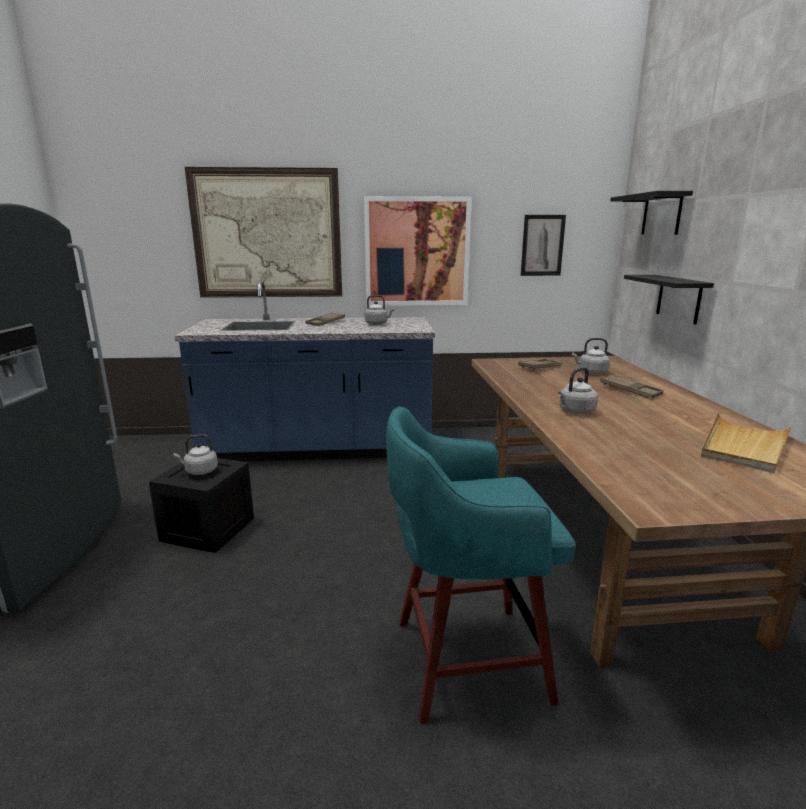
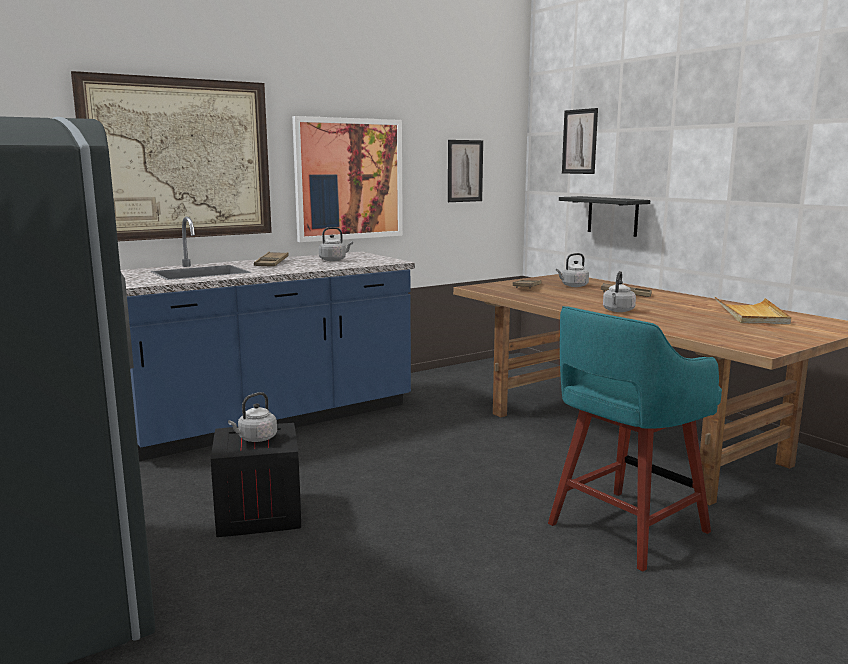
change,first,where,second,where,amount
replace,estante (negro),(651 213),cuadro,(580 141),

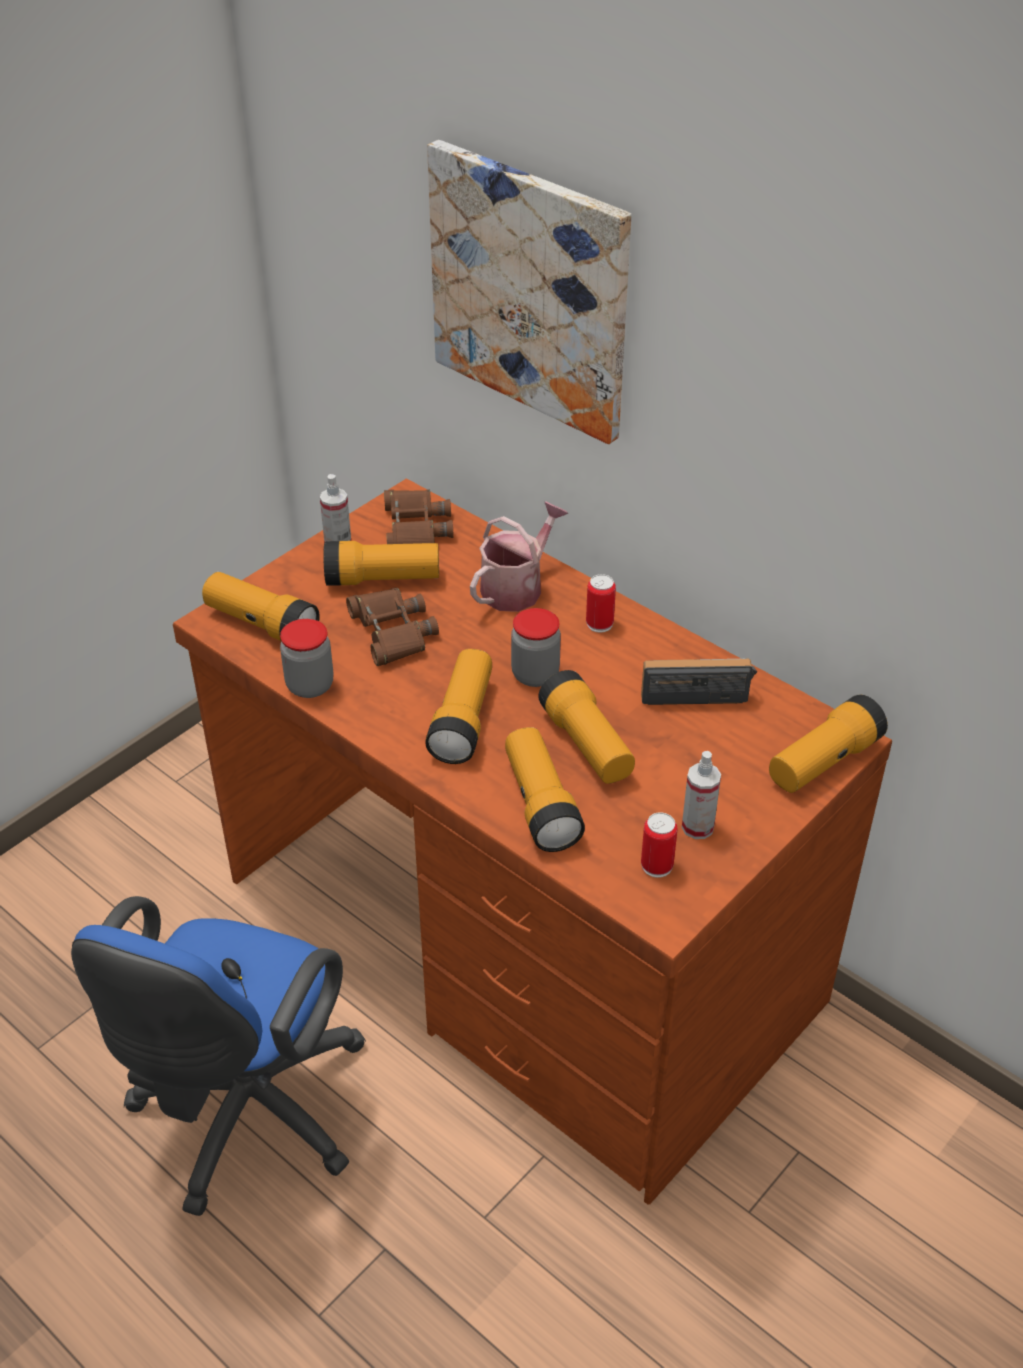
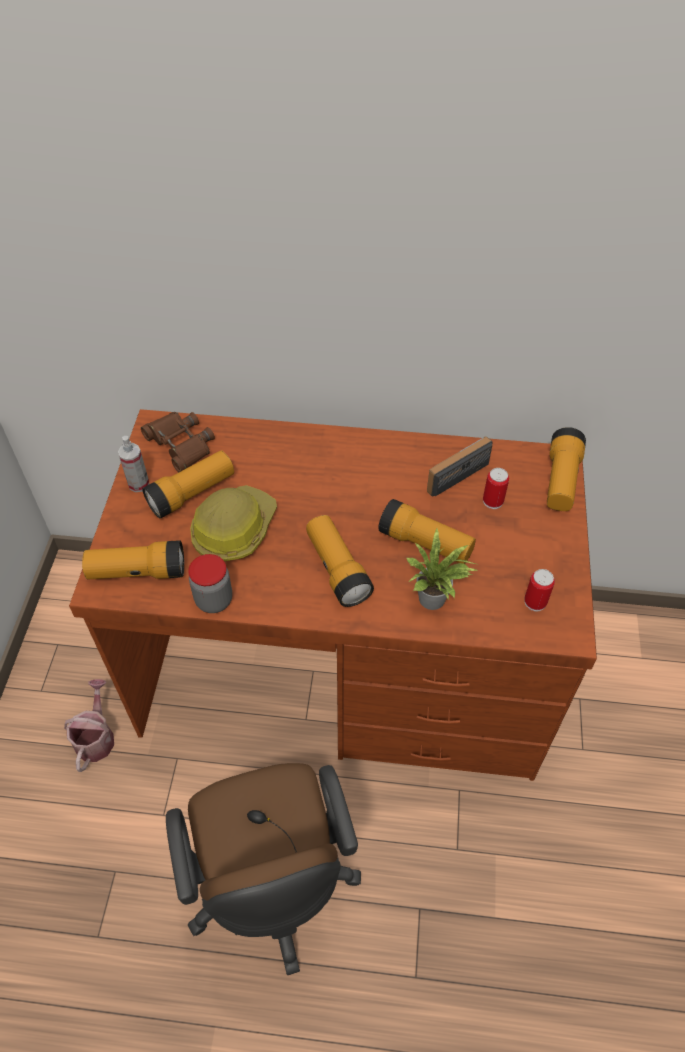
change,first,where,second,where,amount
delete,cuadro,(529 292),,,
delete,tarro,(536 647),,,
delete,pulverizador,(701 795),,,
move,regadera,(519 557),,(89 725),
move,lata,(601 603),,(496 488),
replace,prismáticos (marrón),(392 627),casco,(233 523),
replace,linterna,(545 789),planta en maceta,(443 569),
recolor,silla de oficina (azul),(218 1056),silla de oficina (marrón),(263 869),

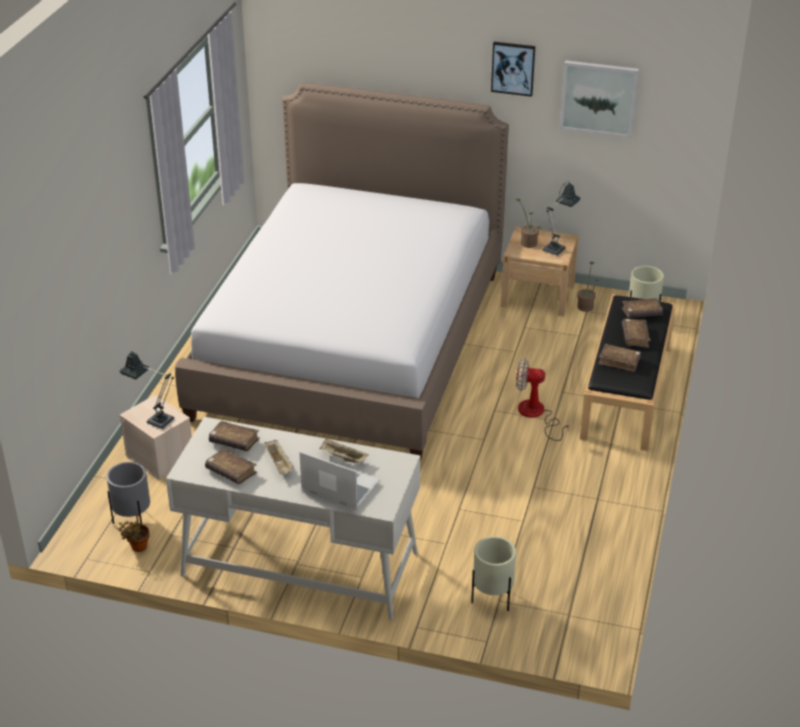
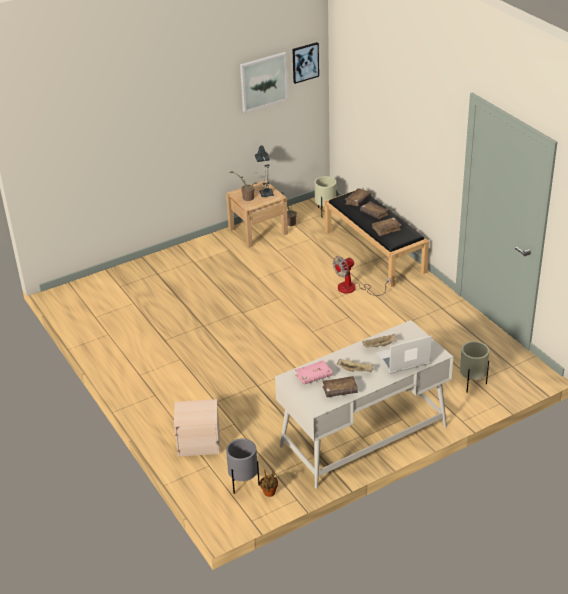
change,first,where,second,where,amount
delete,lámpara de mesa,(147 390),,,
delete,cama,(342 271),,,
move,cuadro,(513 69),,(305 63),
recolor,libro (marrón),(234 436),libro (rosa),(313 372),

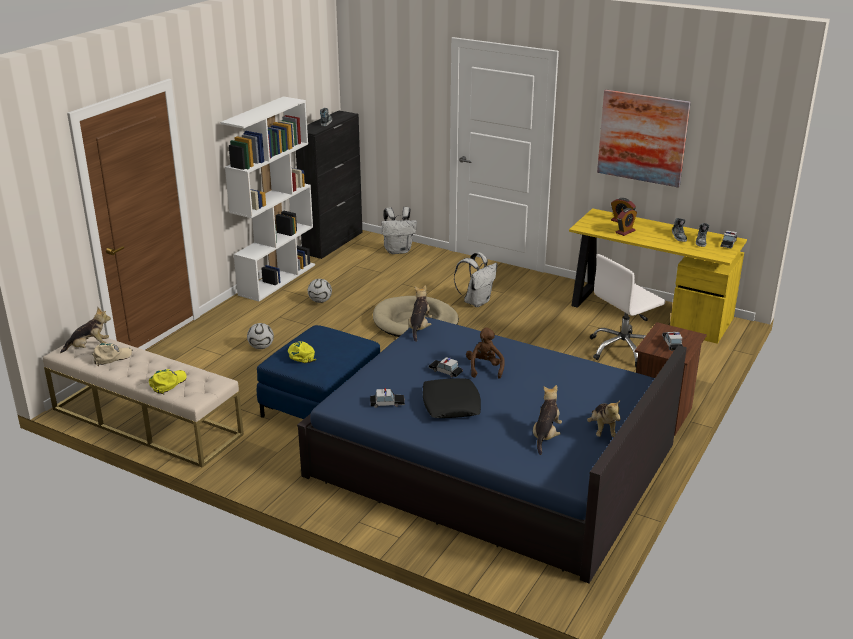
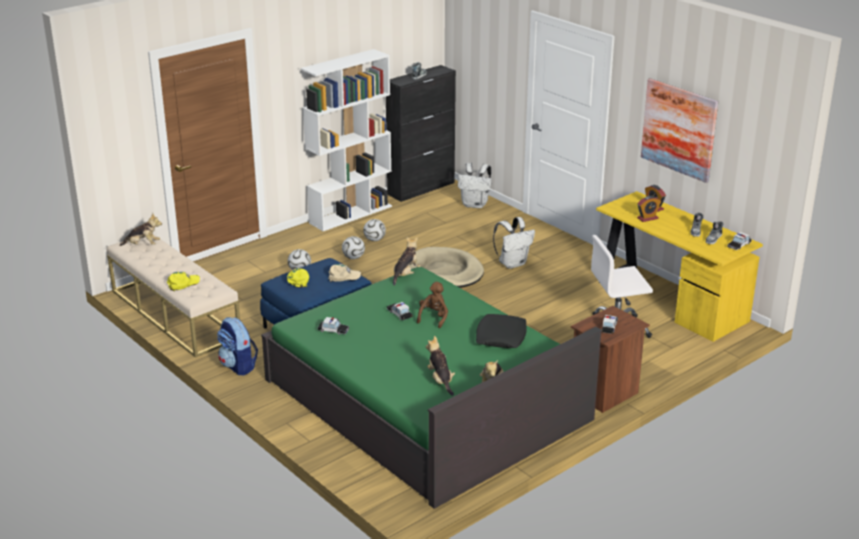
change,first,where,second,where,amount
insert,,,mochila,(237 346),
insert,,,balón de fútbol,(353 247),
move,gorra (beis),(112 354),,(344 273),
move,cojín (negro),(452 398),,(501 331),
recolor,cama (azul),(492 450),cama (verde),(431 388),
rotate,peluche,(547 420),,(440 366),60 degrees counterclockwise

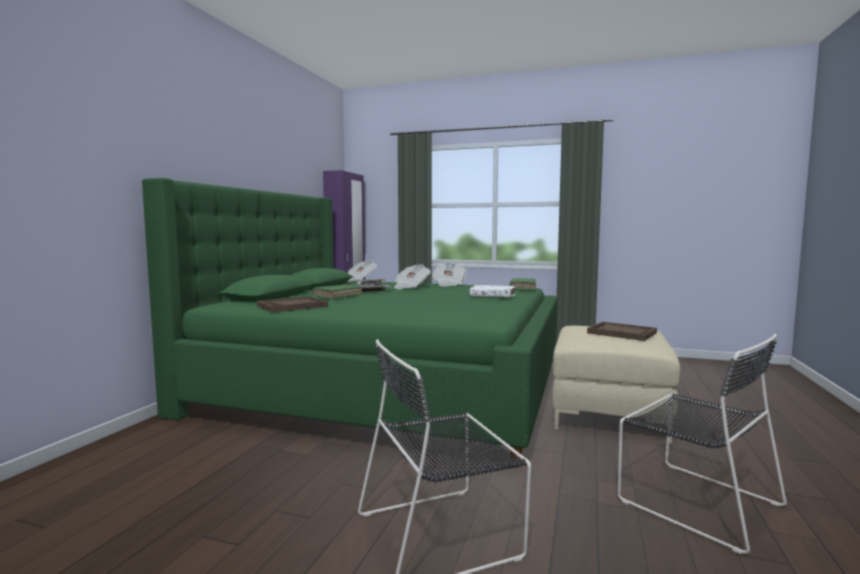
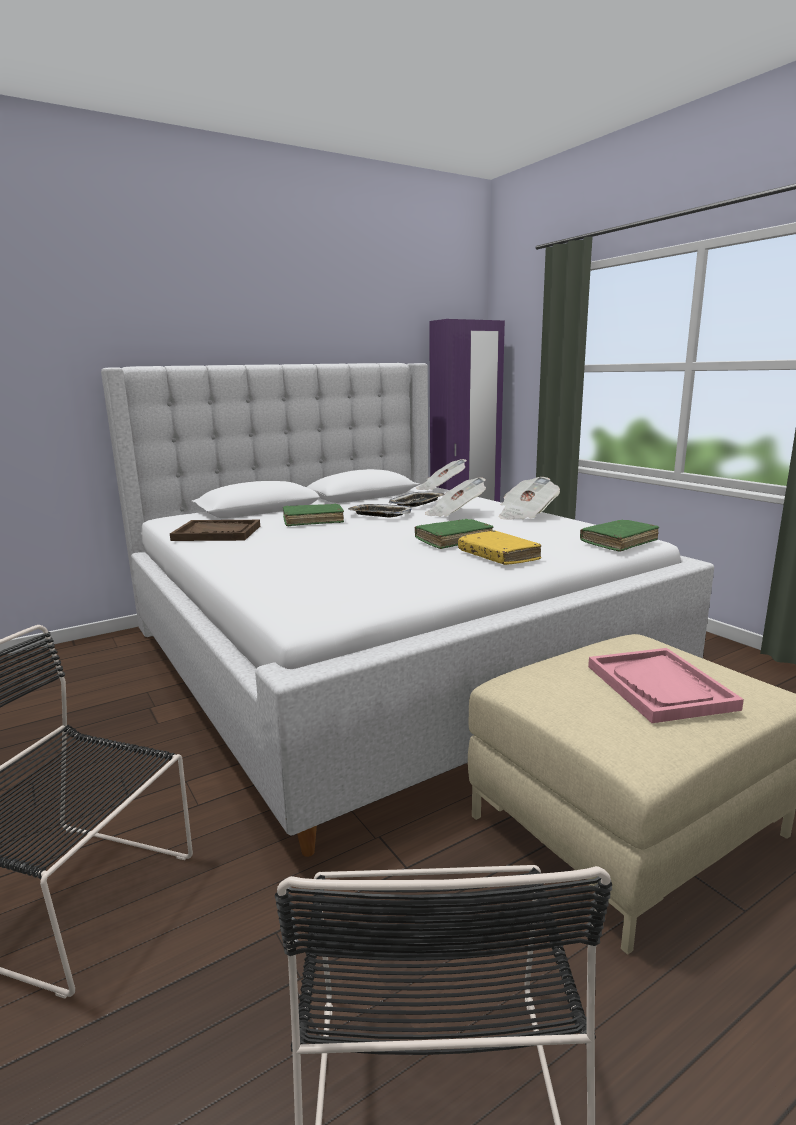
change,first,where,second,where,amount
insert,,,libro (verde),(454 534),
recolor,cama (verde),(350 323),cama (blanco),(407 610),
recolor,libro (blanco),(492 291),libro (amarillo),(499 547),
recolor,bandeja (marrón),(622 331),bandeja (rosa),(666 685),

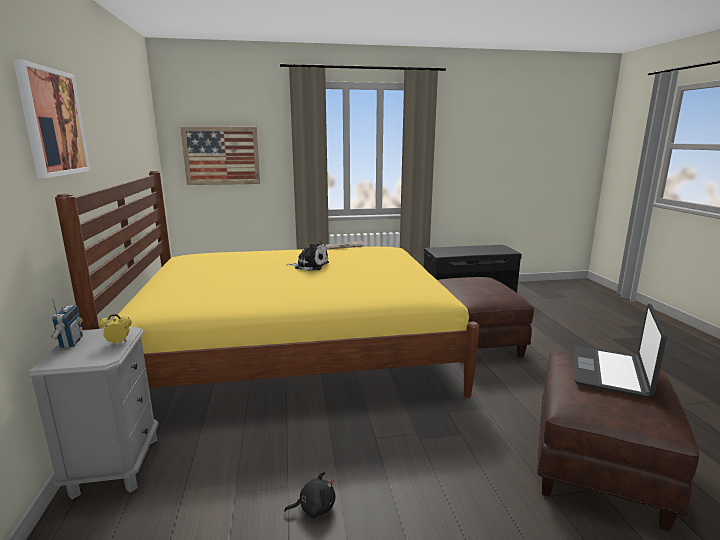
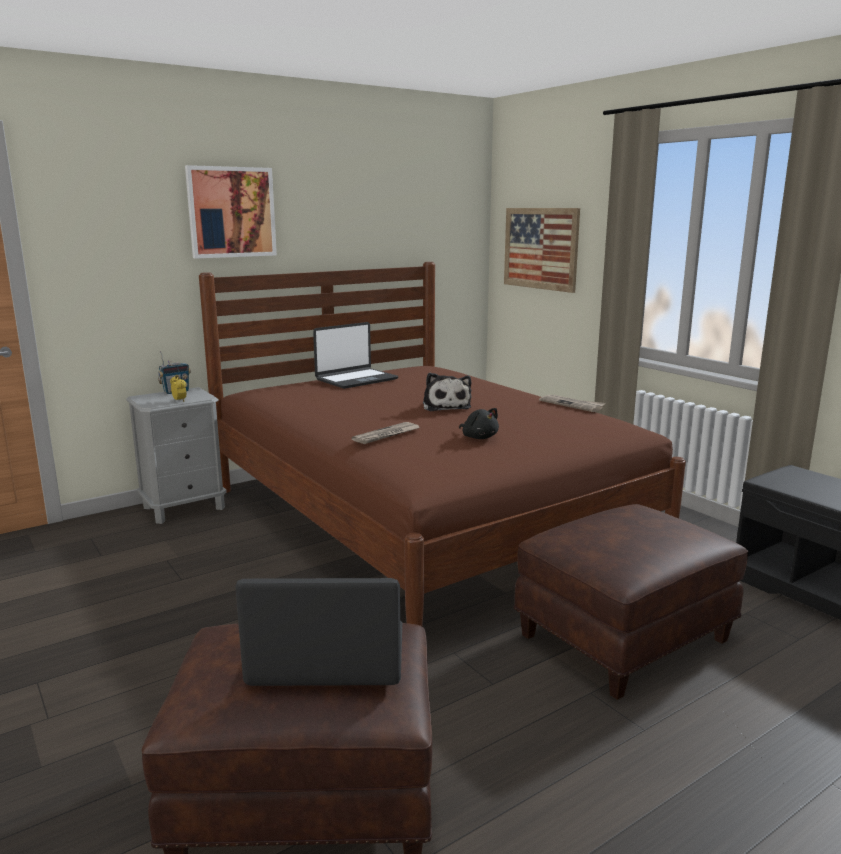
change,first,where,second,where,amount
insert,,,portátil,(355 355),
insert,,,periódico,(386 433),
move,peluche (negro),(309 495),,(479 423),
recolor,cama (amarillo),(267 284),cama (marrón),(442 444),

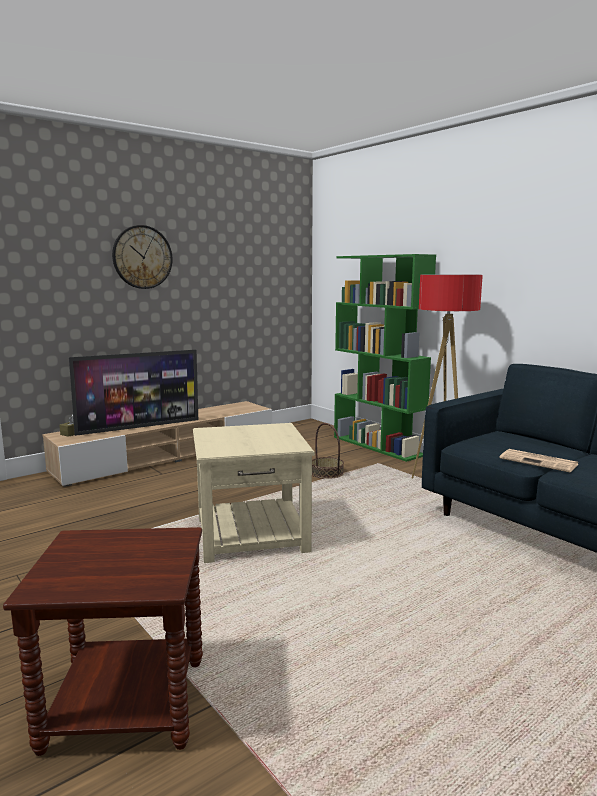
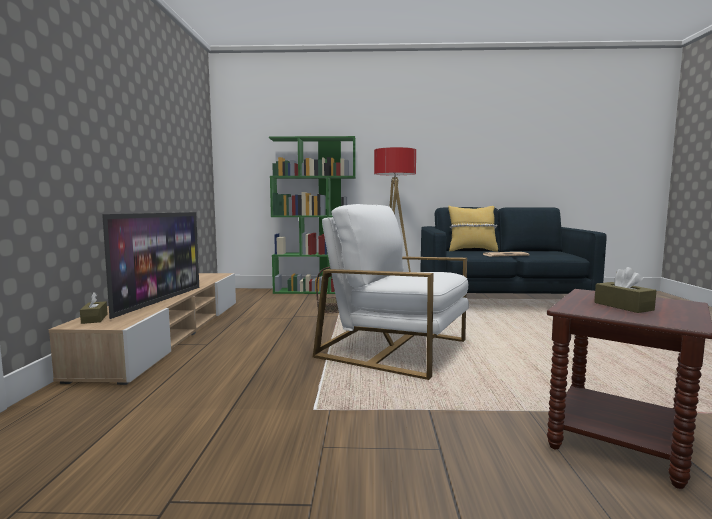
change,first,where,second,where,amount
delete,reloj de pared,(142 257),,,
insert,,,cojín (amarillo),(473 229),
insert,,,caja de pañuelos (marrón),(625 290),
replace,mesa auxiliar (beis),(254 493),sillón (blanco),(391 292),

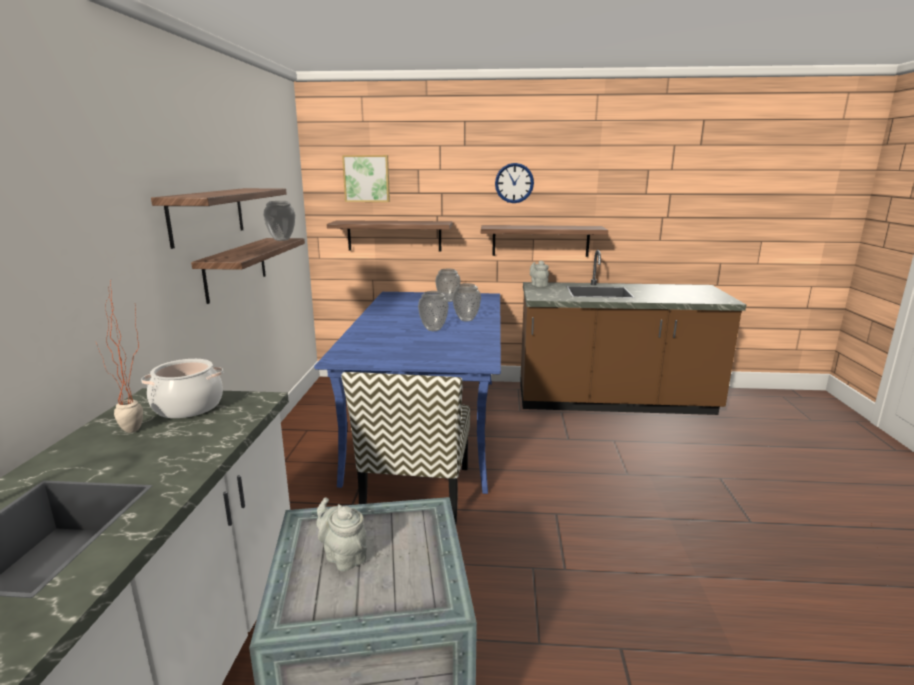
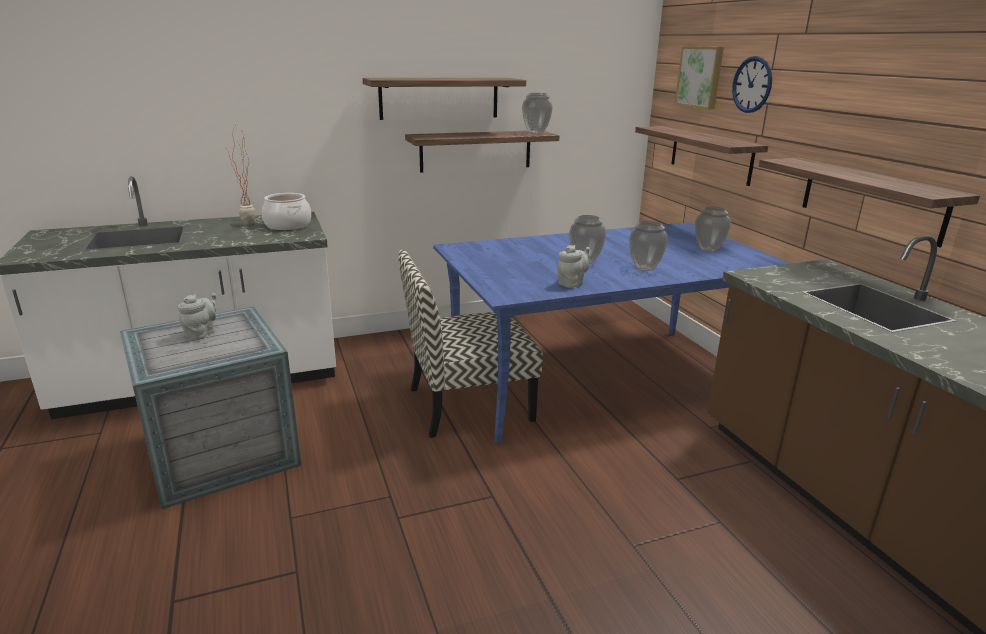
change,first,where,second,where,amount
move,reloj de pared,(514 183),,(752 84),
move,tetera (gris),(539 273),,(573 266),

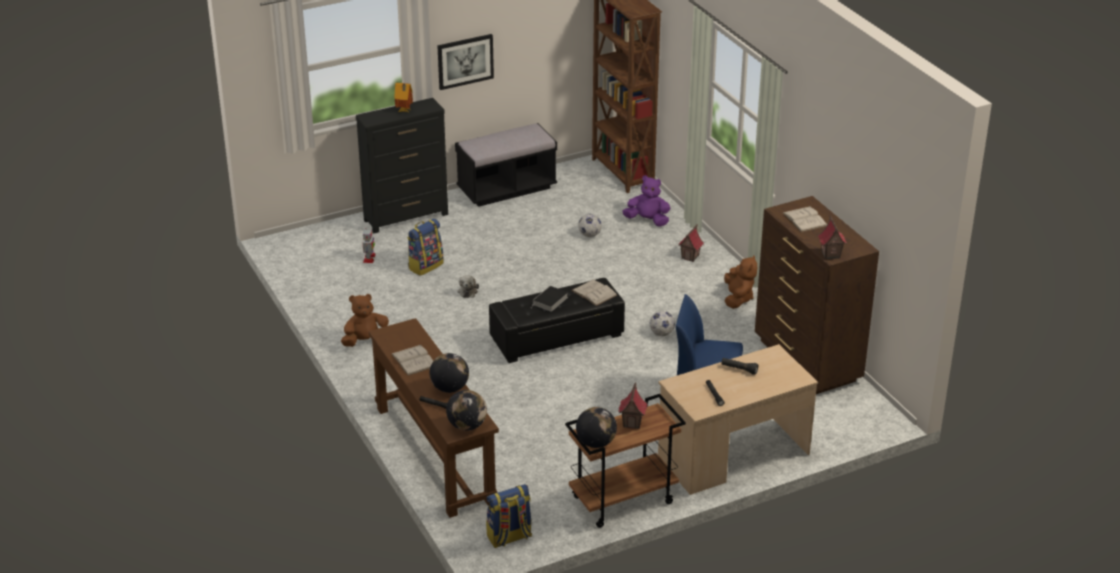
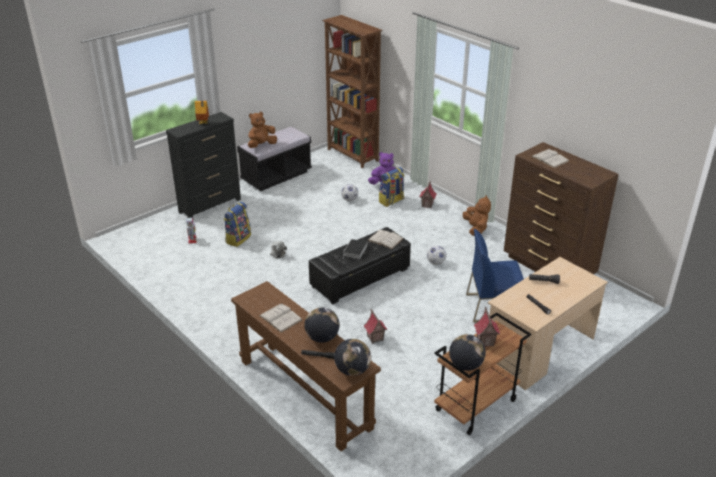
change,first,where,second,where,amount
delete,cuadro,(465 62),,,
move,peluche (marrón),(365 320),,(262 130),
move,mochila,(509 516),,(391 187),
move,casita,(832 237),,(375 326),

